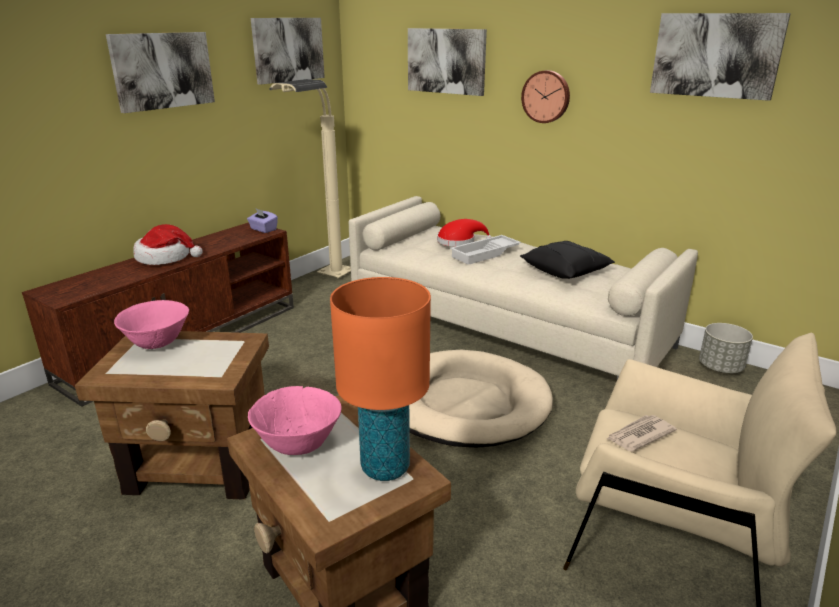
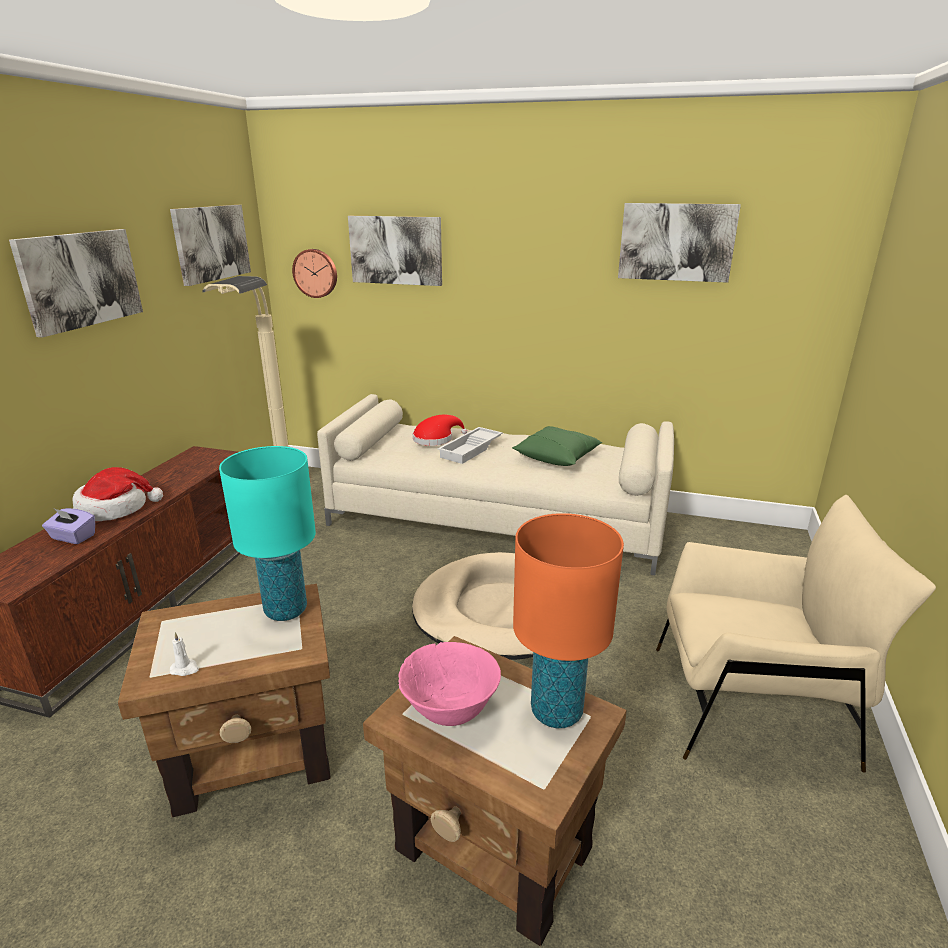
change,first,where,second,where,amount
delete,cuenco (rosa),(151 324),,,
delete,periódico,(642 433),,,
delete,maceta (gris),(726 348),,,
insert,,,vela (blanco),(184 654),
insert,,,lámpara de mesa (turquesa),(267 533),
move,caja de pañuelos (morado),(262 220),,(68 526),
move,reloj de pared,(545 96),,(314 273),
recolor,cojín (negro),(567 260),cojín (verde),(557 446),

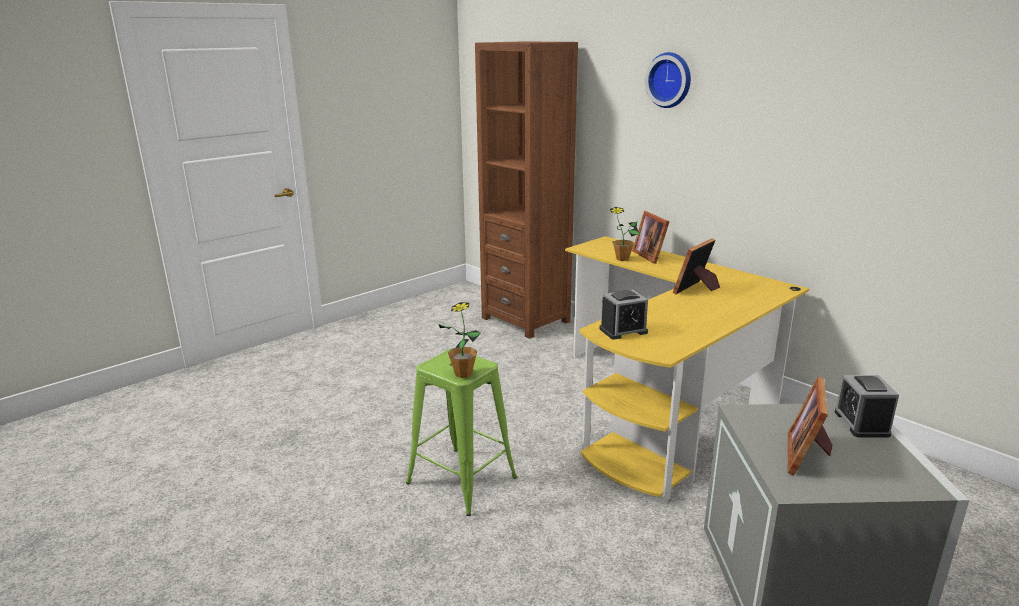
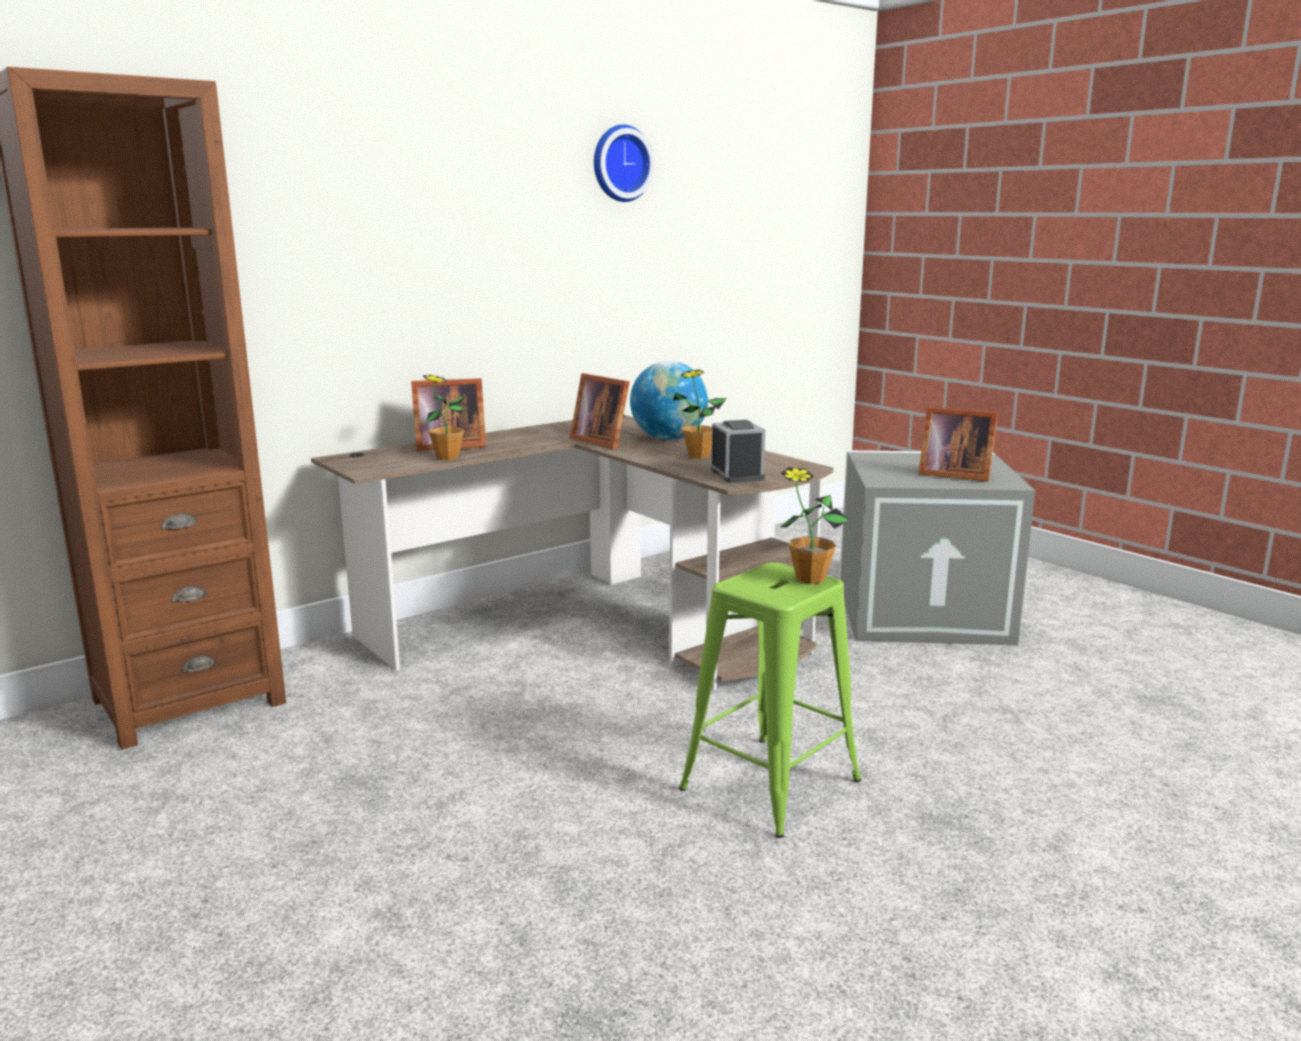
change,first,where,second,where,amount
delete,despertador,(867 406),,,
insert,,,globo terráqueo,(669 400),
insert,,,planta en maceta,(699 414),
move,reloj de pared,(668 80),,(624 163),
recolor,escritorio (amarillo),(687 369),escritorio (marrón),(572 552),

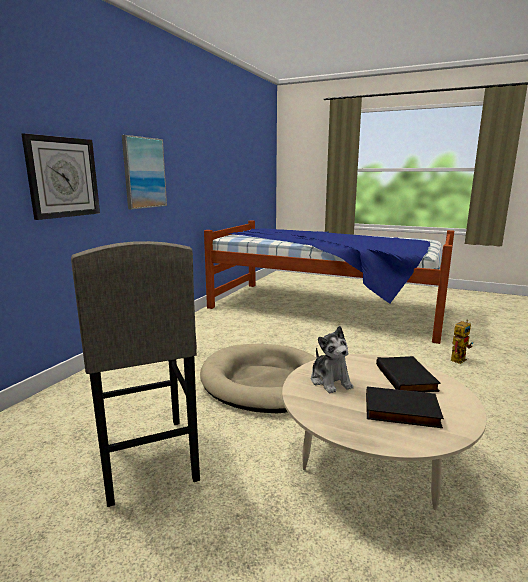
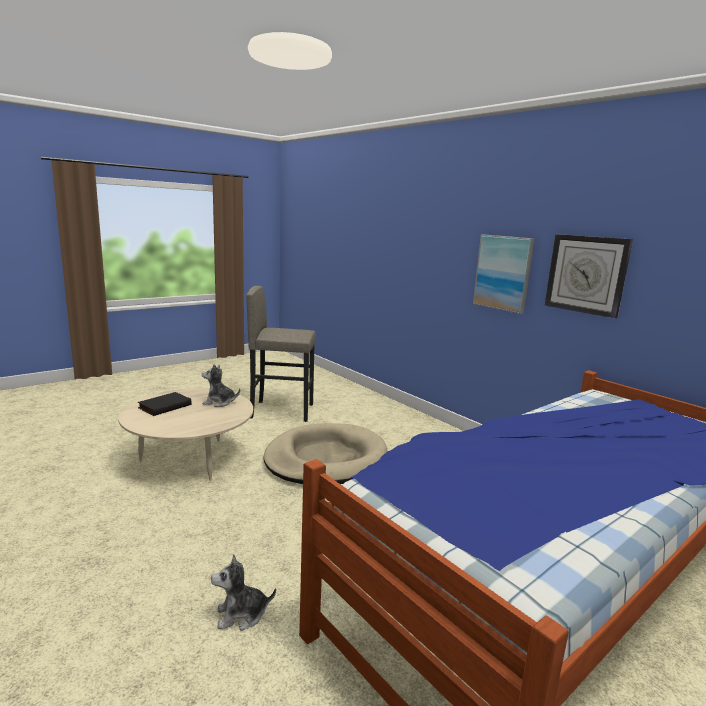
change,first,where,second,where,amount
delete,libro (negro),(408 374),,,
move,reloj de pared,(61 176),,(589 276),
replace,robot de juguete,(462 342),peluche,(243 592),

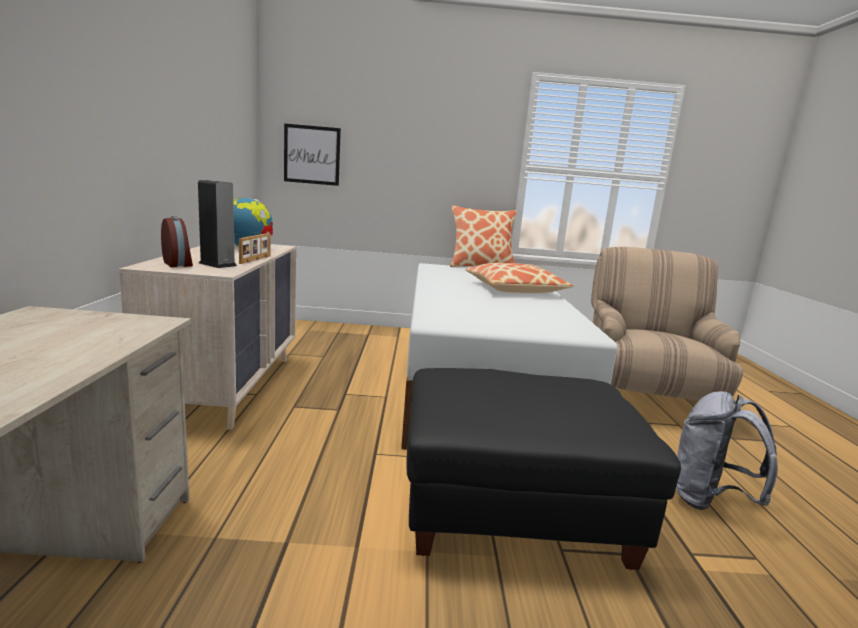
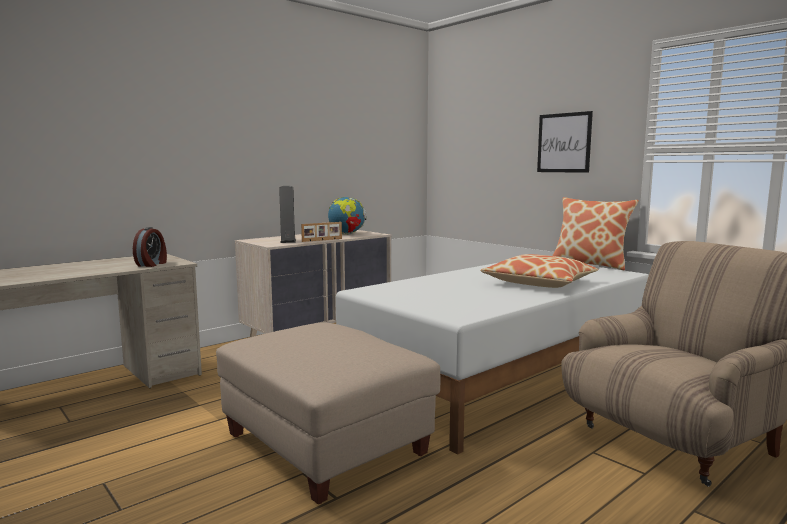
change,first,where,second,where,amount
delete,mochila (gris),(727 450),,,
move,despertador,(177 241),,(150 247),
move,cuadro,(312 155),,(565 142),
recolor,puf (negro),(544 469),puf (beis),(328 413),

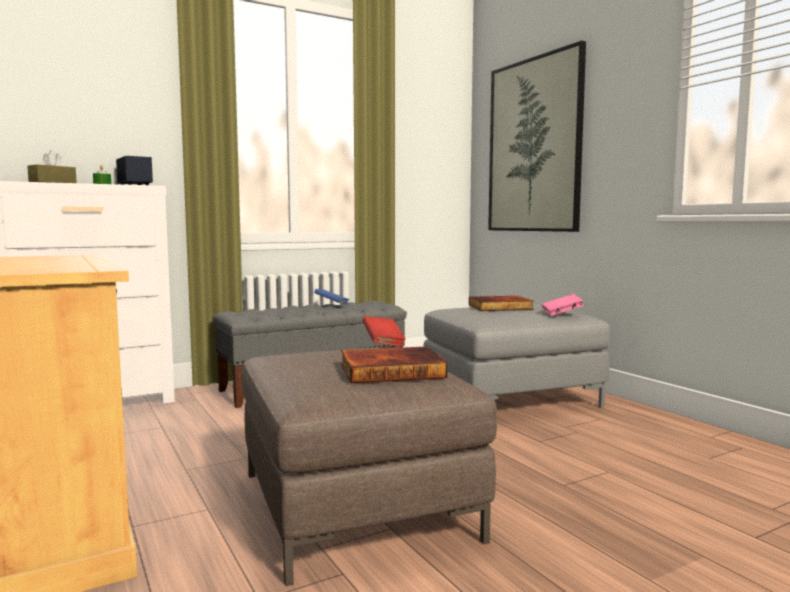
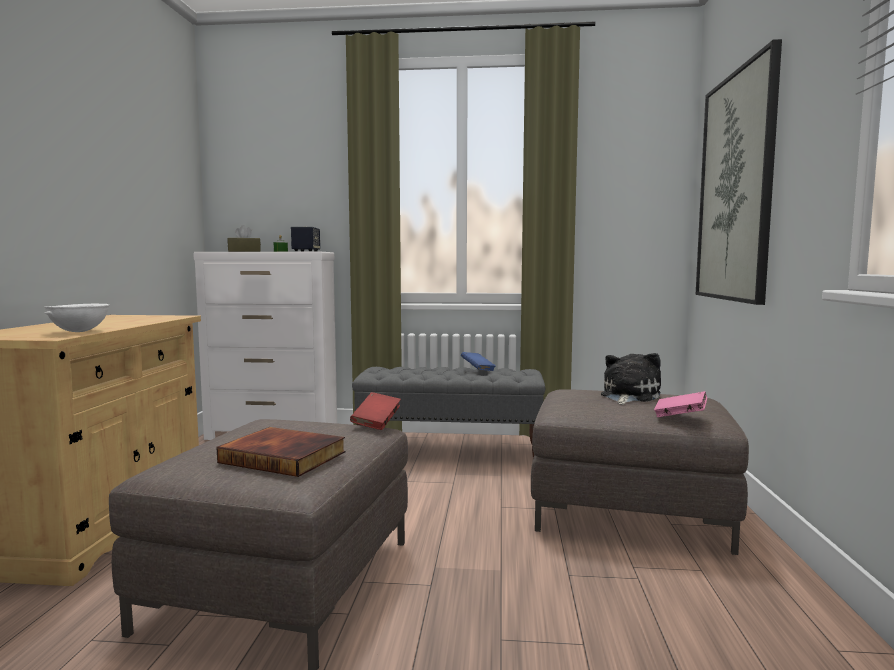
change,first,where,second,where,amount
insert,,,cuenco (blanco),(76 317),
replace,libro,(501 303),peluche,(631 379),
recolor,puf (gris),(516 356),puf (marrón),(640 472),

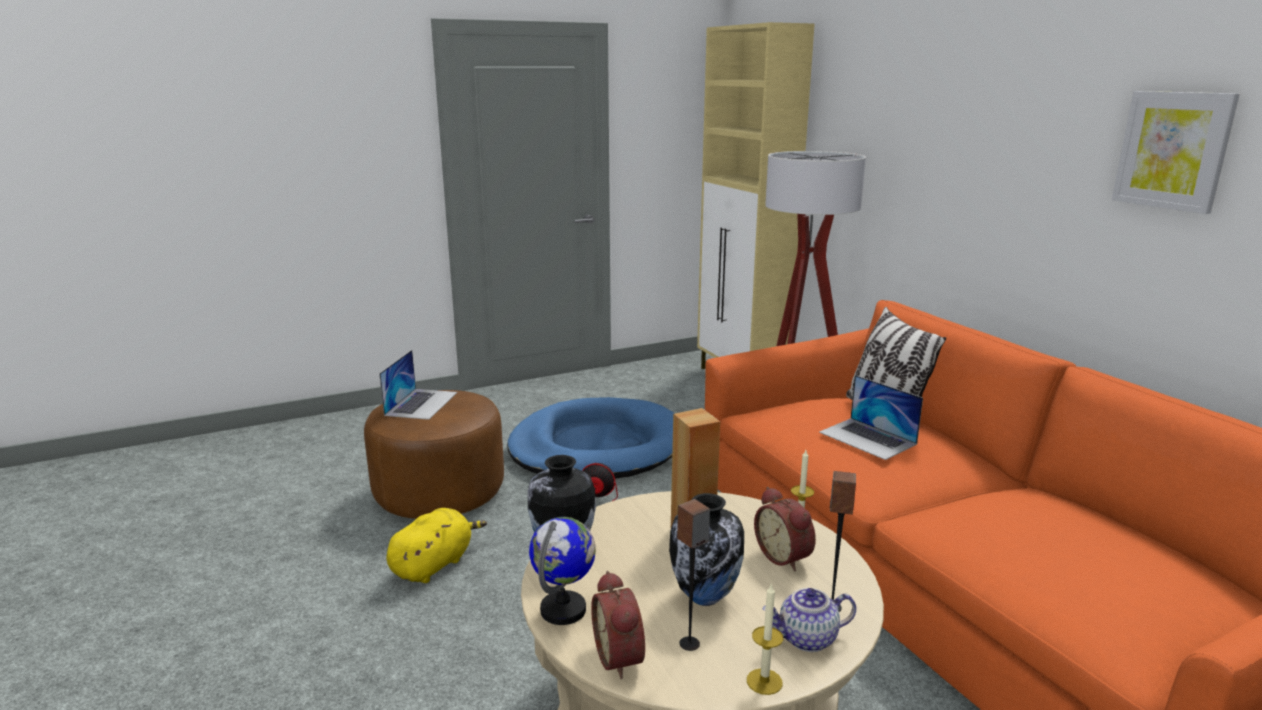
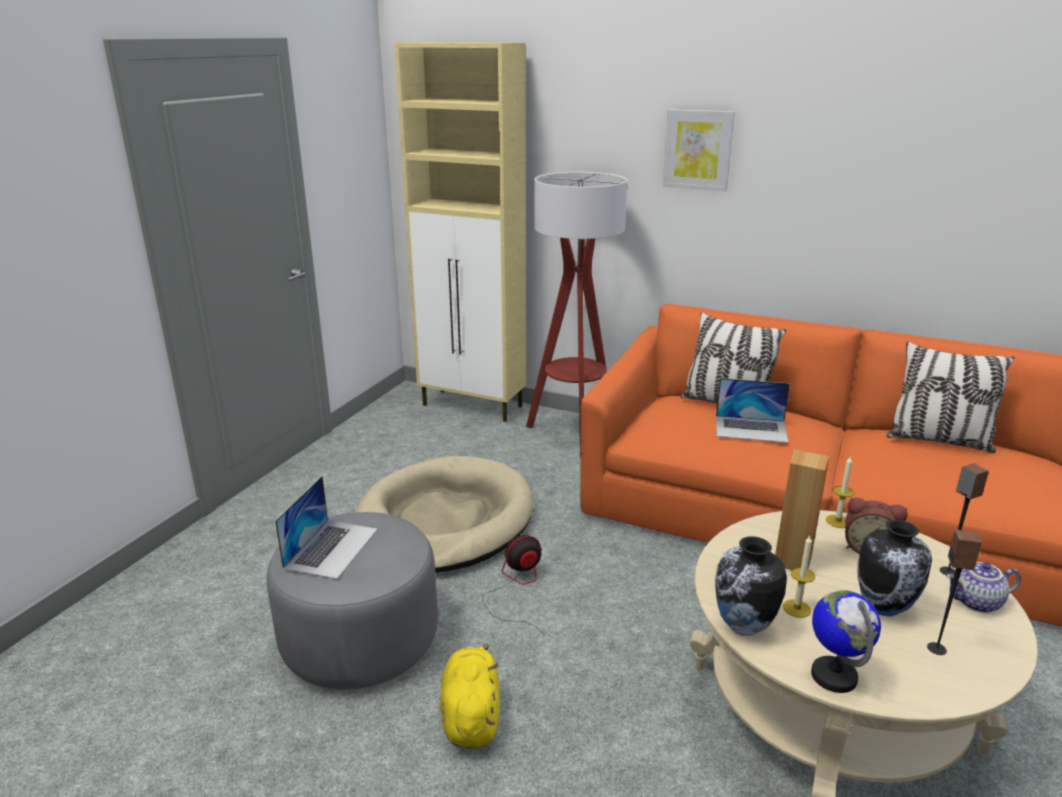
change,first,where,second,where,amount
delete,despertador,(618 625),,,
insert,,,cojín,(950 397),
move,vela,(765 639),,(799 577),
move,cuadro,(1176 152),,(699 150),
recolor,puf (marrón),(434 454),puf (gris),(352 600),
recolor,cama para perro (azul),(591 438),cama para perro (beis),(443 514),
rotate,portátil,(418 385),,(326 527),45 degrees clockwise
rotate,tetera,(809 620),,(983 587),45 degrees clockwise

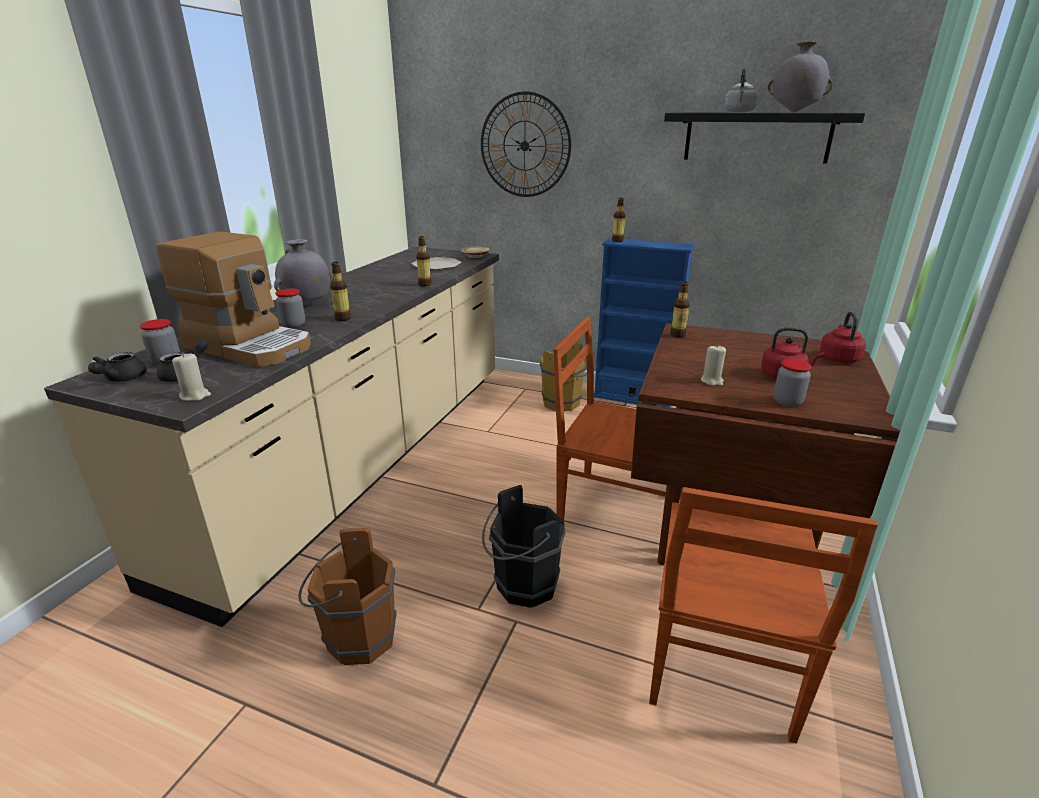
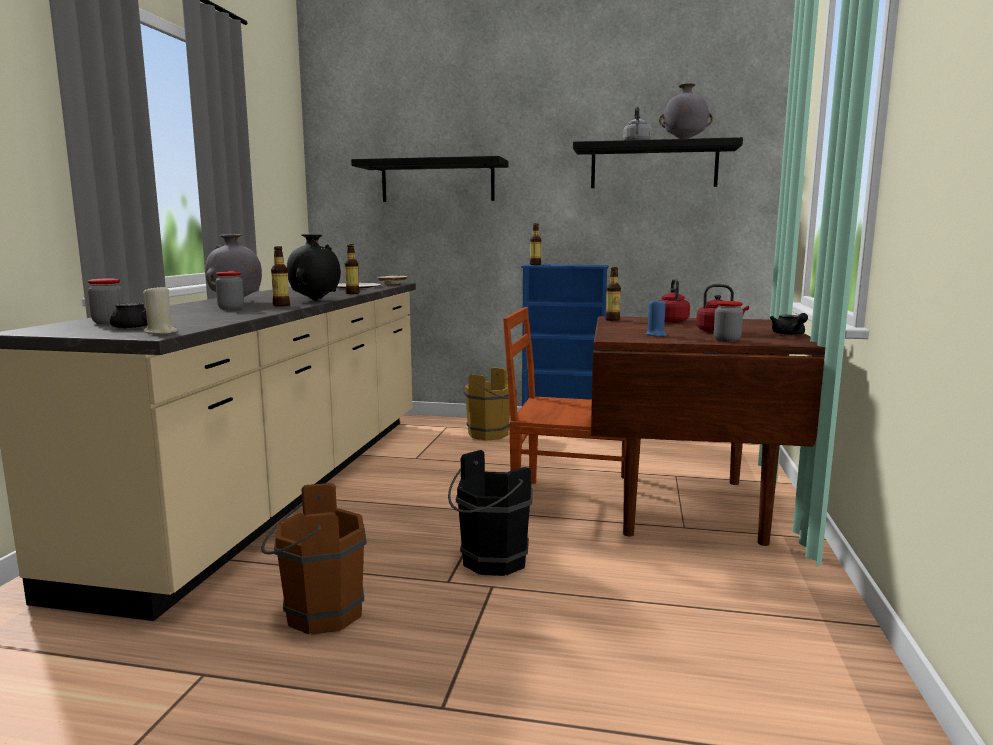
change,first,where,second,where,amount
delete,cafetera,(233 299),,,
delete,silla (marrón),(763 615),,,
insert,,,florero (negro),(314 267),
move,tetera (negro),(117 366),,(789 324),
move,hervidor (rojo),(843 337),,(674 301),
replace,reloj de pared,(526 144),estante (negro),(430 179),
recolor,vela (beis),(713 365),vela (azul),(656 317),

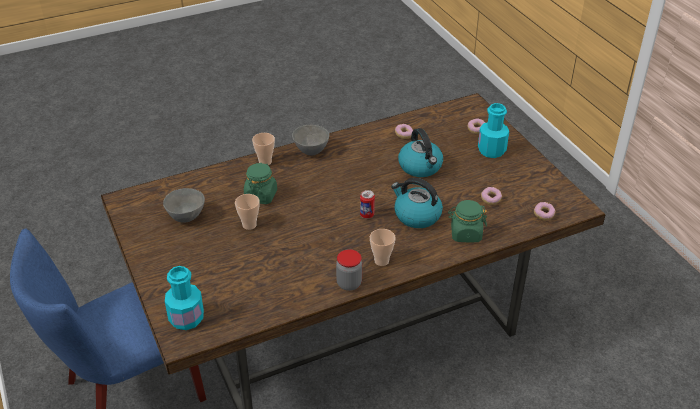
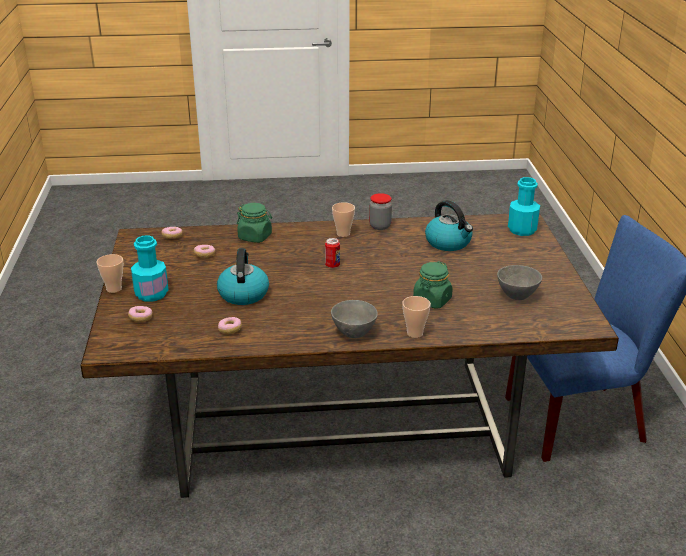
change,first,where,second,where,amount
move,taza,(247 212),,(110 273),
move,hervidor,(417 203),,(449 225),

